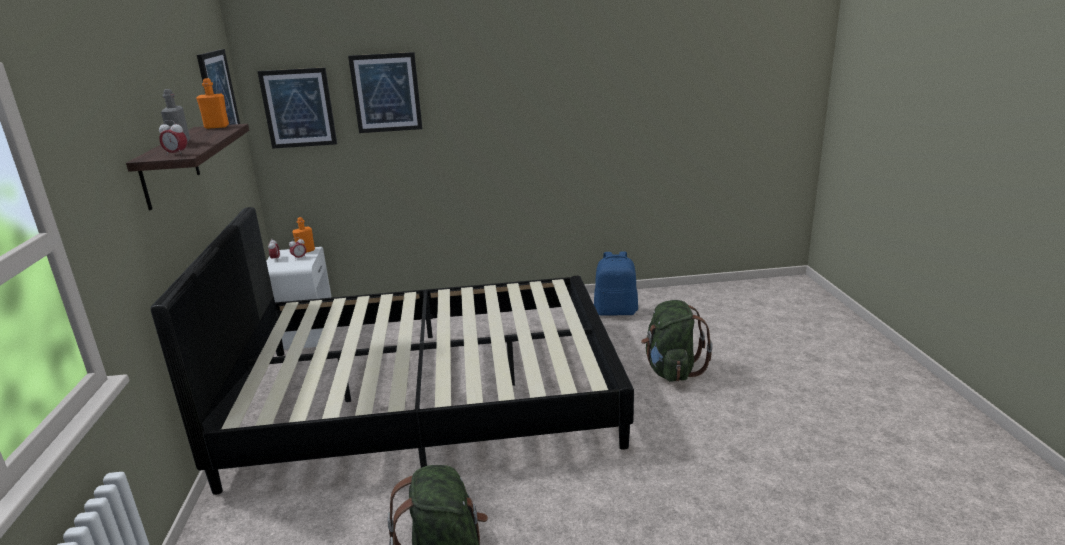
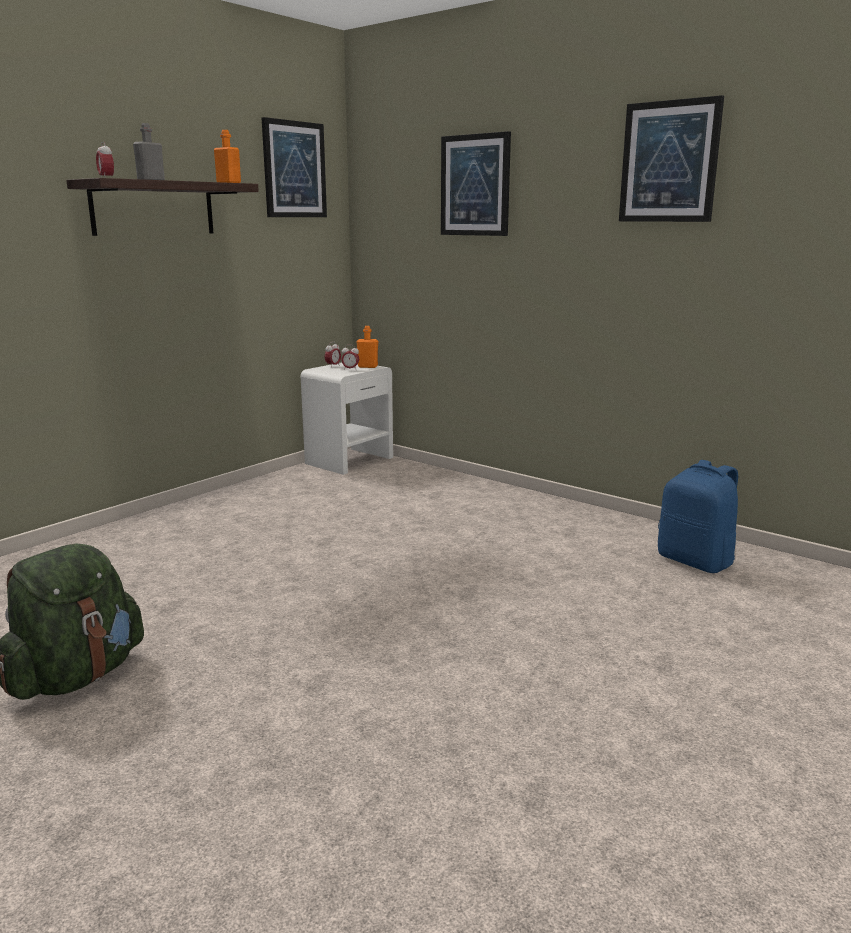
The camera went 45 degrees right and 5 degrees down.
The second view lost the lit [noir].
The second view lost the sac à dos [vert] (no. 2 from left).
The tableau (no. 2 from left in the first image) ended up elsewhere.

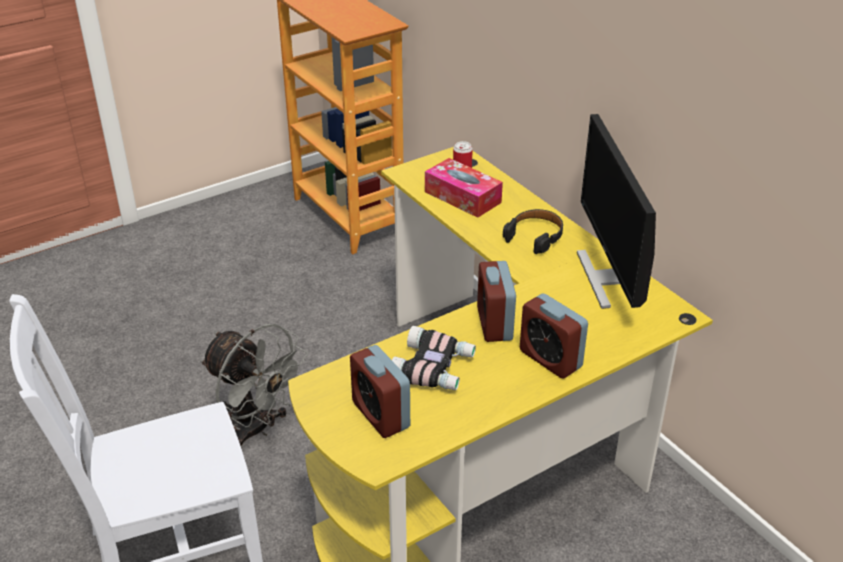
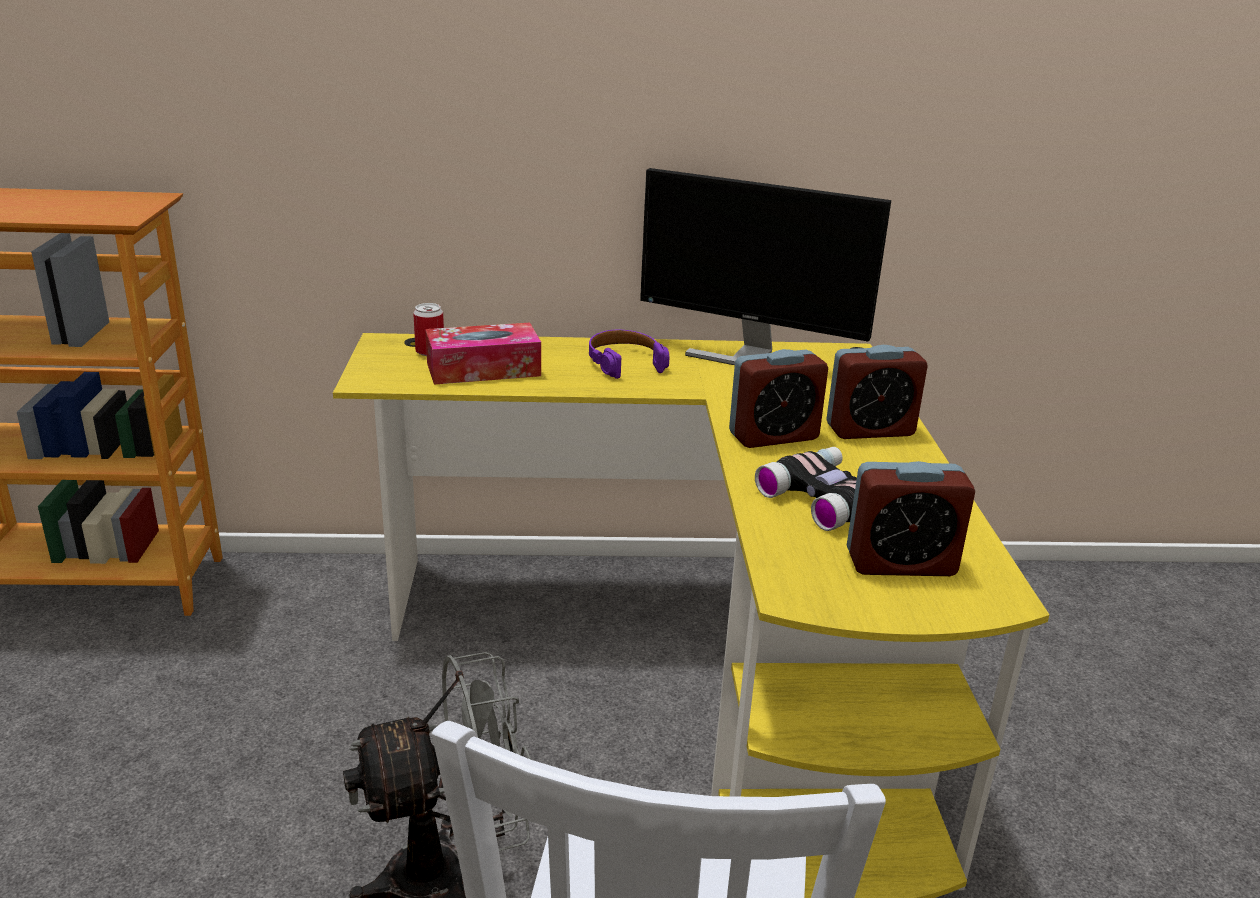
The camera went 60 degrees left and 10 degrees down.
What was the casque audio [noir] turned into the casque audio [violet].
The réveil (no. 2 from left in the first image) ended up facing another way, 45 degrees counterclockwise from before.

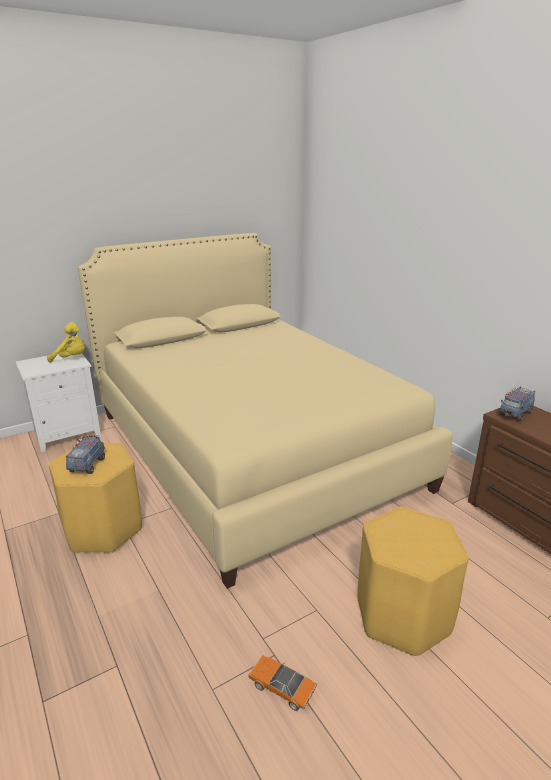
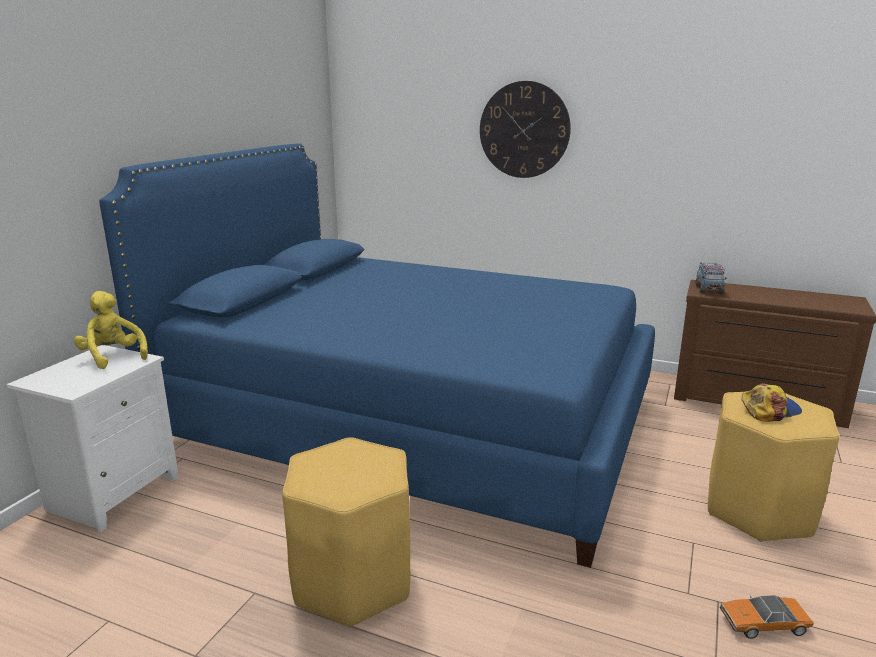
The camera went 35 degrees left and 5 degrees down.
The second view lost the camion jouet (no. 1 from left).
The second view gained the horloge murale.
The second view gained the casquette.
What was the lit [beige] turned into the lit [bleu].
The peluche [jaune] ended up facing another way, 105 degrees counterclockwise from before.

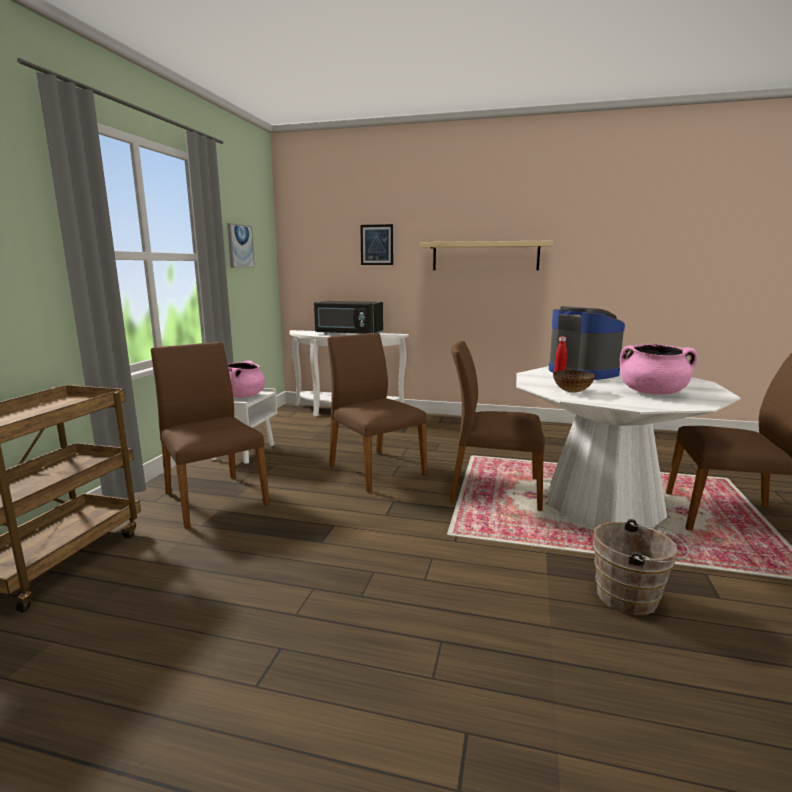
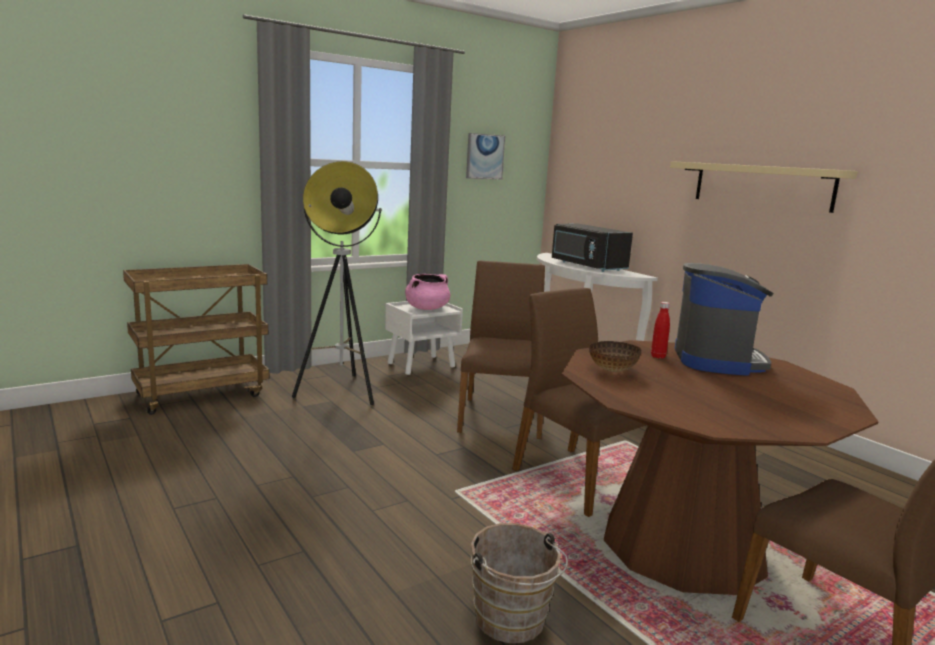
The camera went 40 degrees right and 0 degrees up.
The second view lost the tableau (no. 2 from left).
The second view lost the marmite [rose] (no. 2 from left).
Where the chaise [marron] (no. 1 from left) stood, the lampadaire came to stand.
What was the table à manger [blanc] turned into the table à manger [marron].

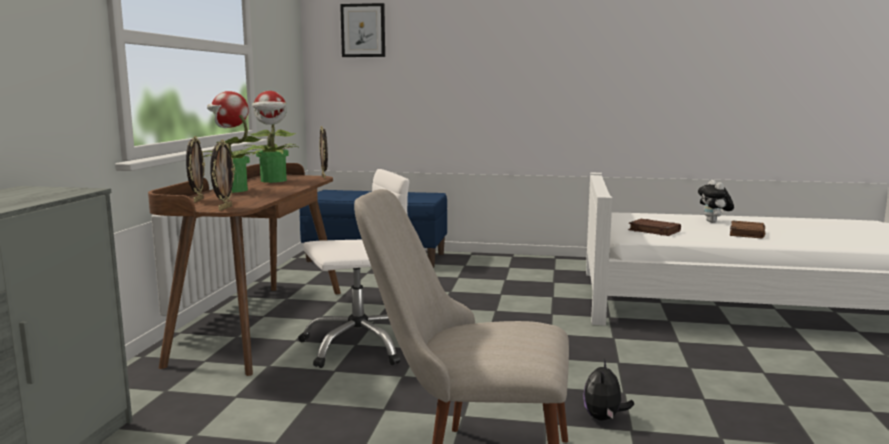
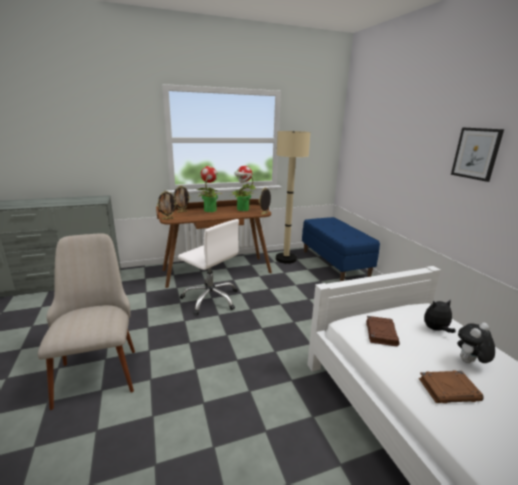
The camera went 60 degrees right and 10 degrees up.
The second view gained the lampadaire [beige].
The tableau ended up elsewhere.
The peluche (no. 1 from left) ended up elsewhere.

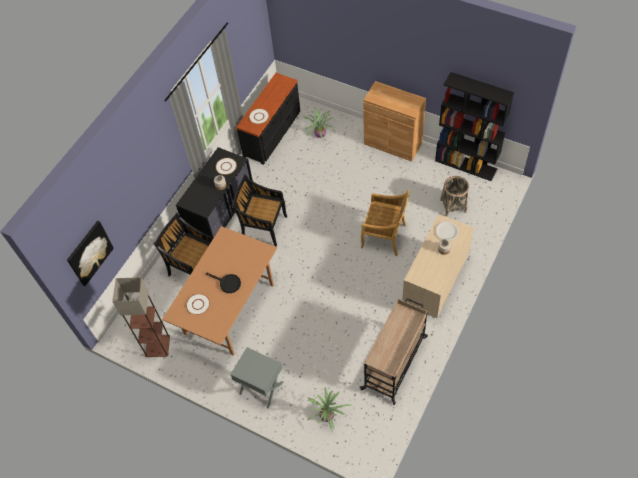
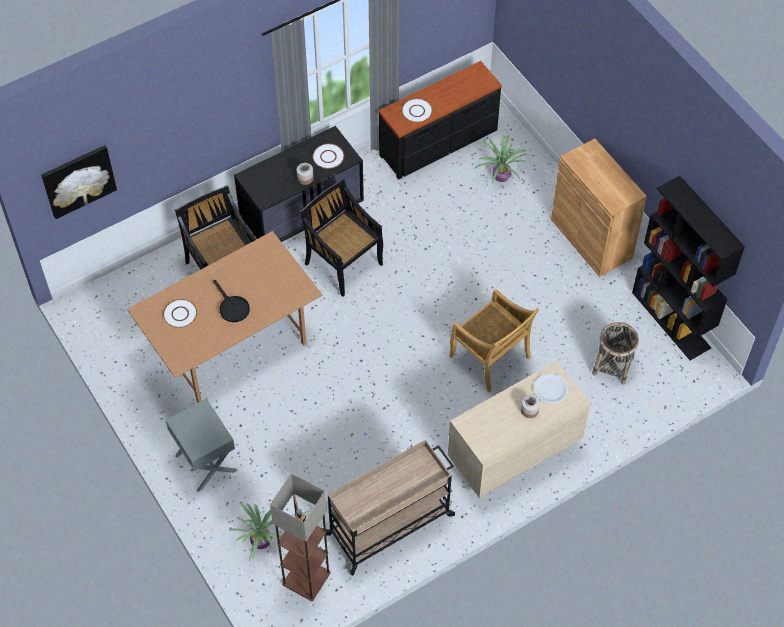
The camera went 25 degrees right and 0 degrees up.
The lampadaire ended up elsewhere.

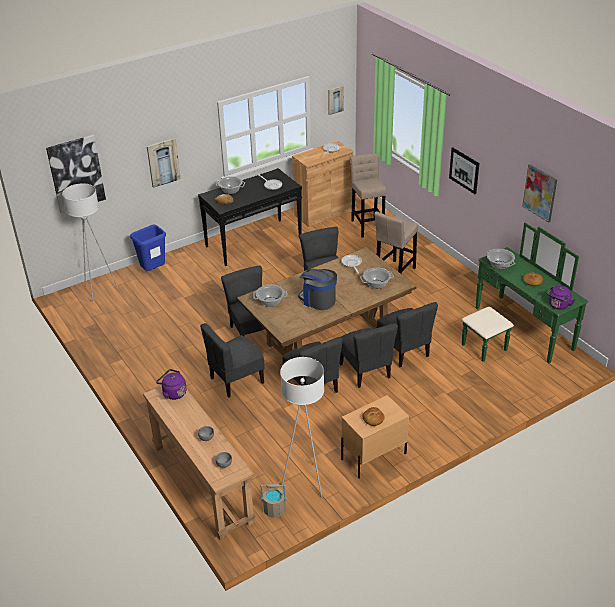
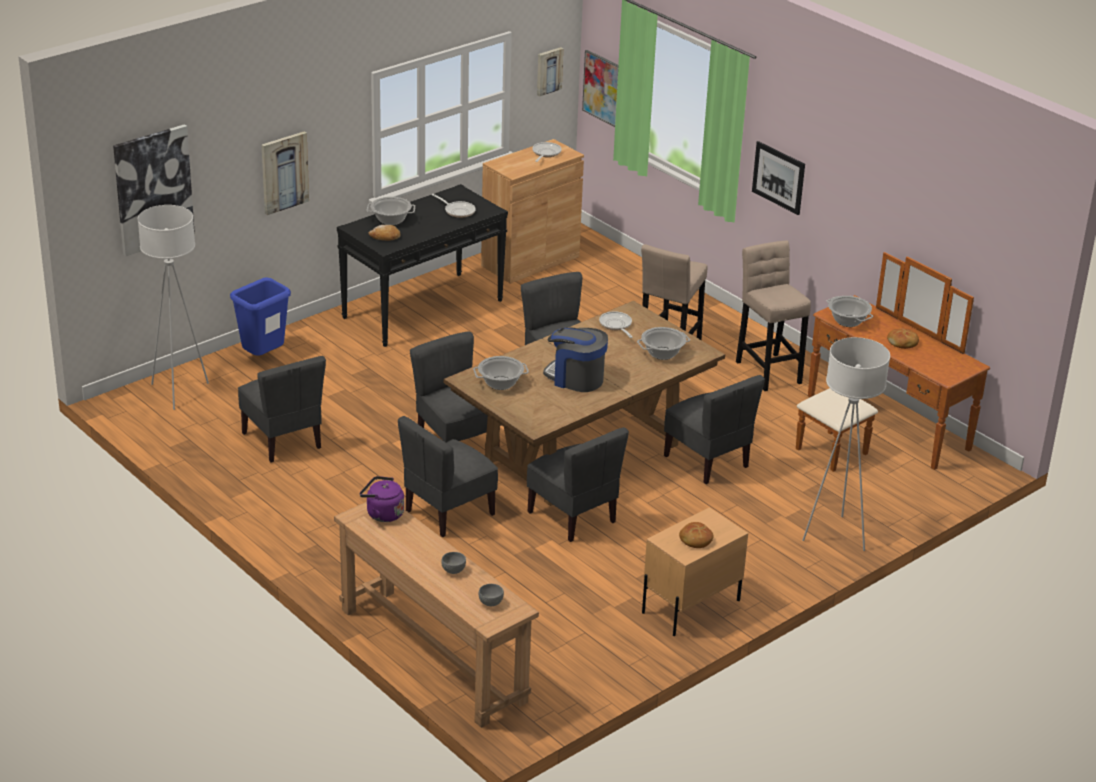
The camera went 10 degrees left and 5 degrees down.
The second view lost the seau [beige].
The second view lost the bouilloire [violet] (no. 2 from left).
The lampadaire [blanc] (no. 2 from left) ended up elsewhere.
The chaise [gris] (no. 5 from left in the first image) ended up elsewhere.
The tabouret [beige] (no. 1 from left in the first image) ended up elsewhere.
The tableau (no. 5 from left in the first image) ended up elsewhere.
What was the commode [vert] turned into the commode [marron].

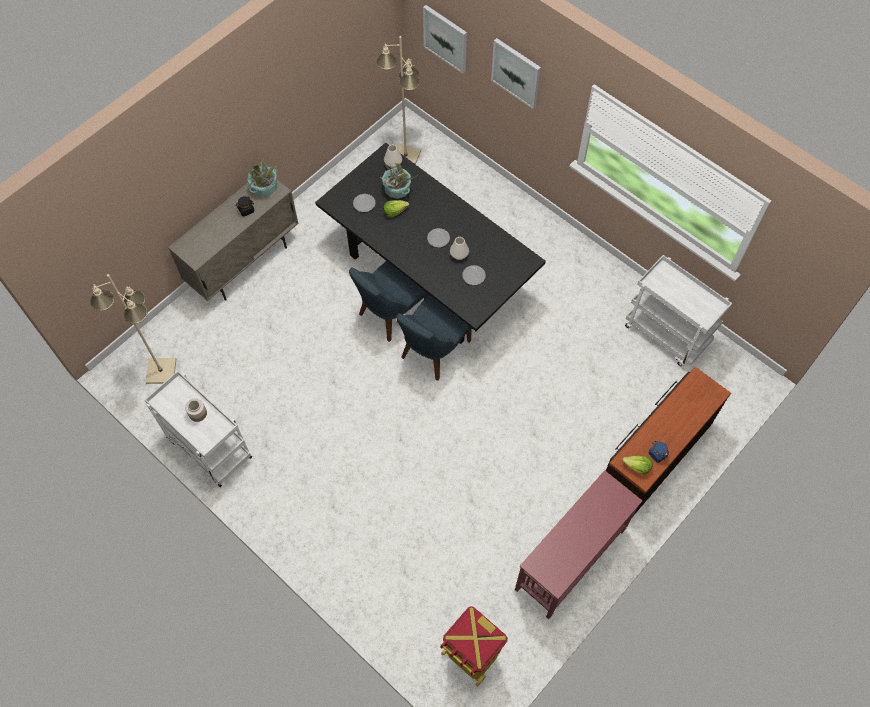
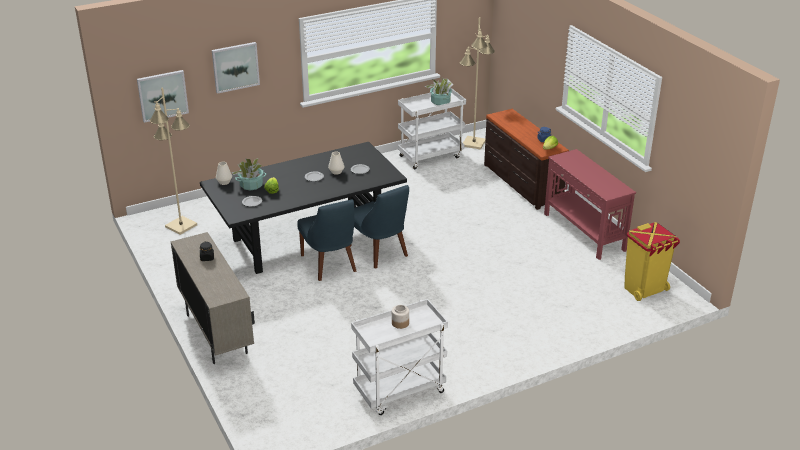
The camera went 70 degrees left and 30 degrees down.
The lampadaire [beige] (no. 1 from left in the first image) ended up elsewhere.
The plante en pot (no. 1 from left in the first image) ended up elsewhere.

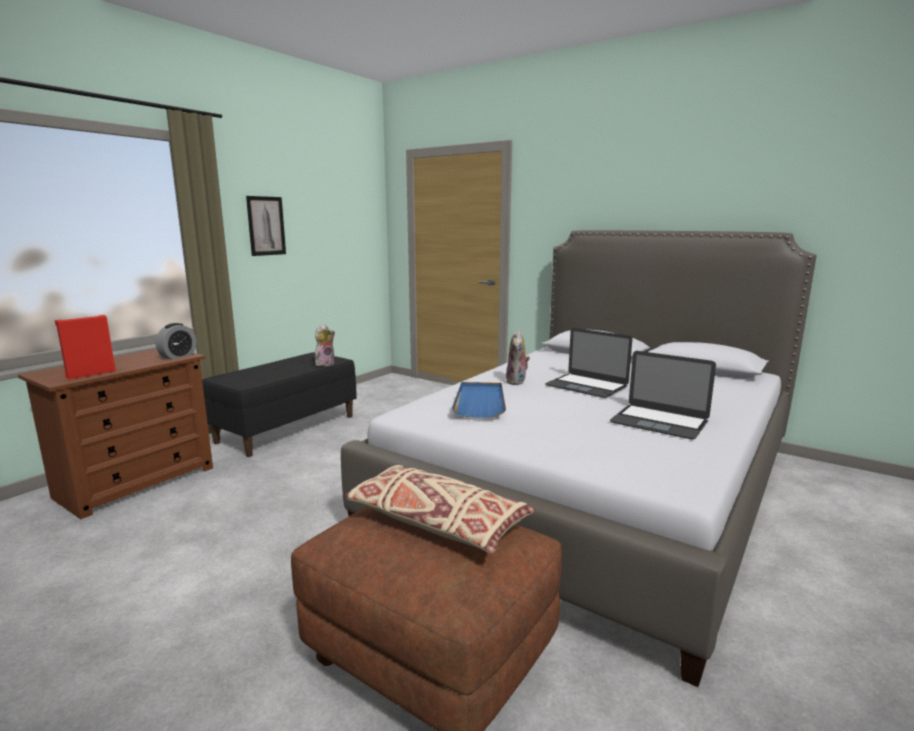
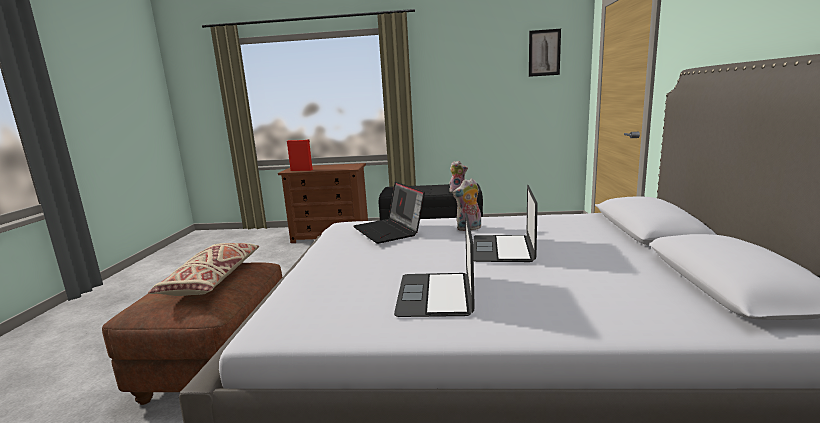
The camera went 60 degrees right and 0 degrees up.
The second view lost the réveil.
The tableau ended up elsewhere.
Where the plateau [bleu] stood, the ordinateur portable (no. 1 from left) came to stand.

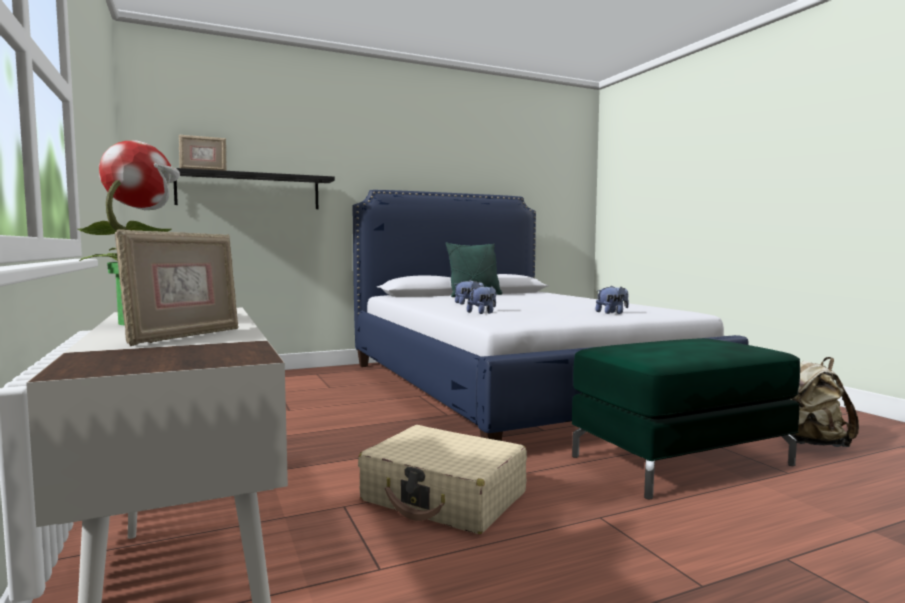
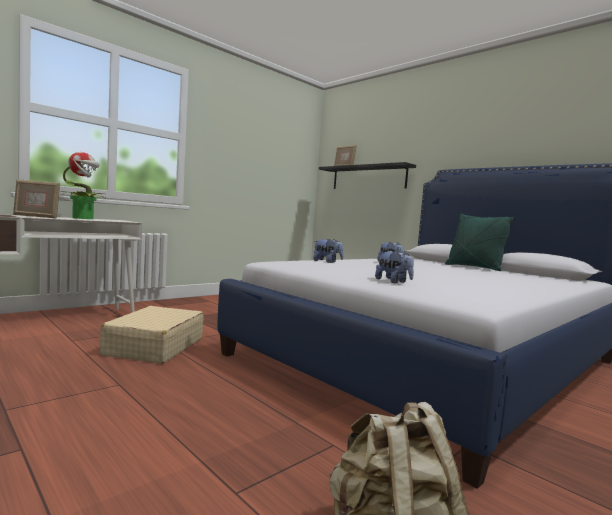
The camera went 70 degrees right and 0 degrees up.
The second view lost the pouf [vert].

